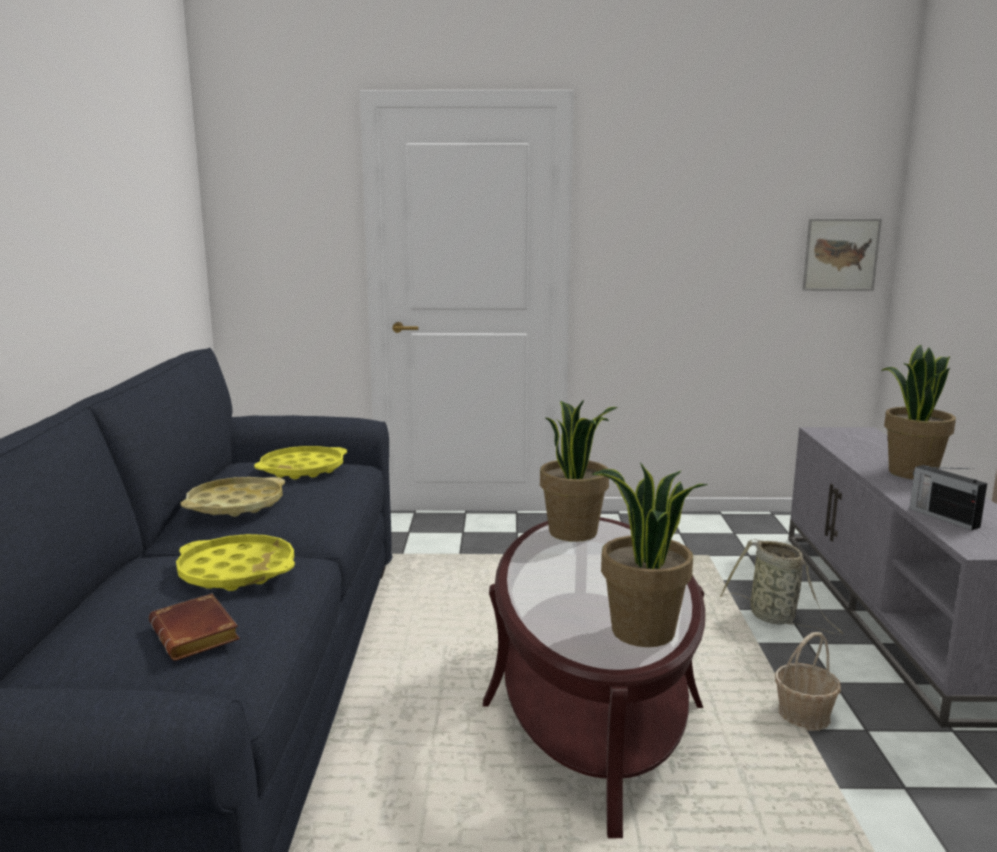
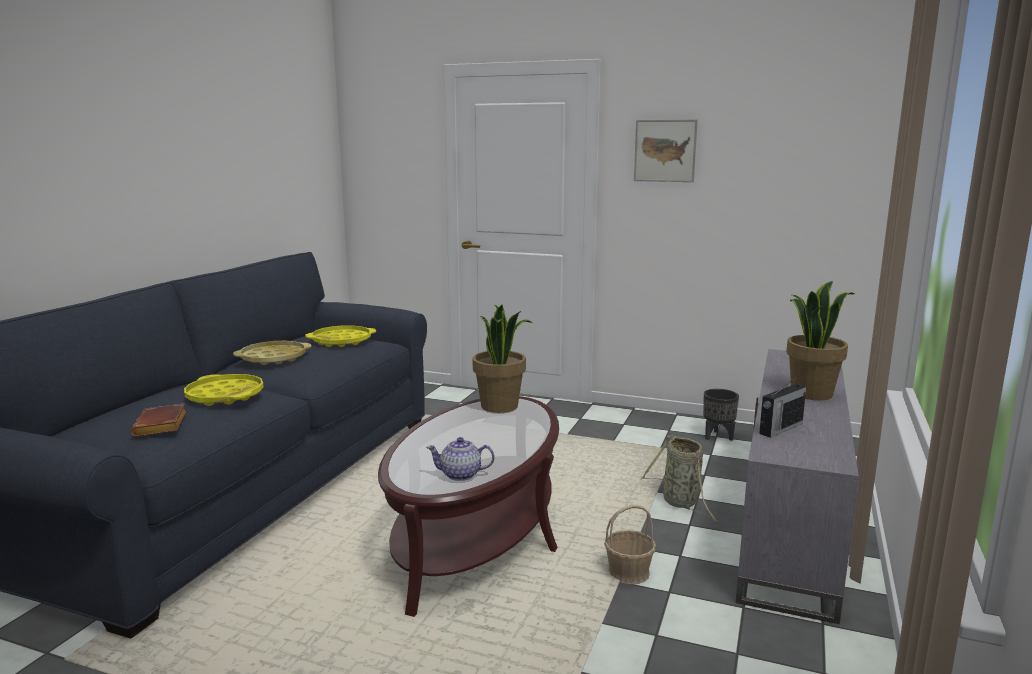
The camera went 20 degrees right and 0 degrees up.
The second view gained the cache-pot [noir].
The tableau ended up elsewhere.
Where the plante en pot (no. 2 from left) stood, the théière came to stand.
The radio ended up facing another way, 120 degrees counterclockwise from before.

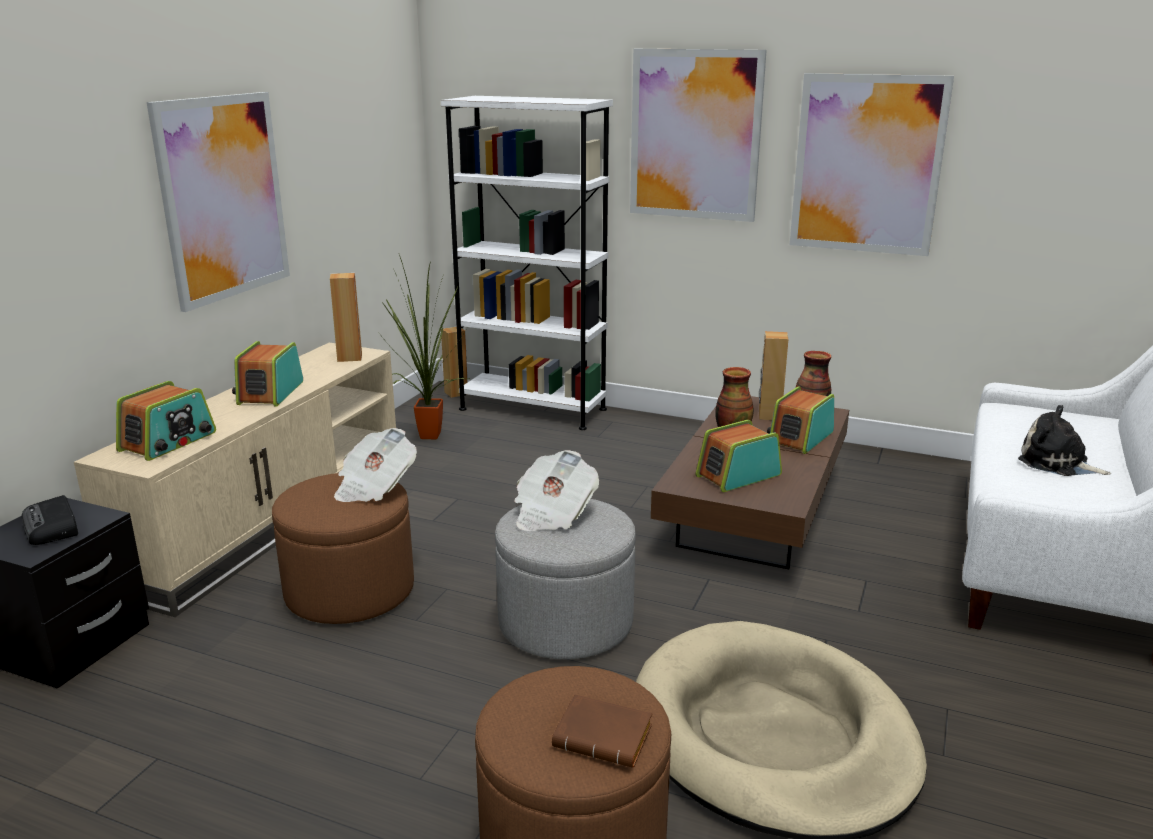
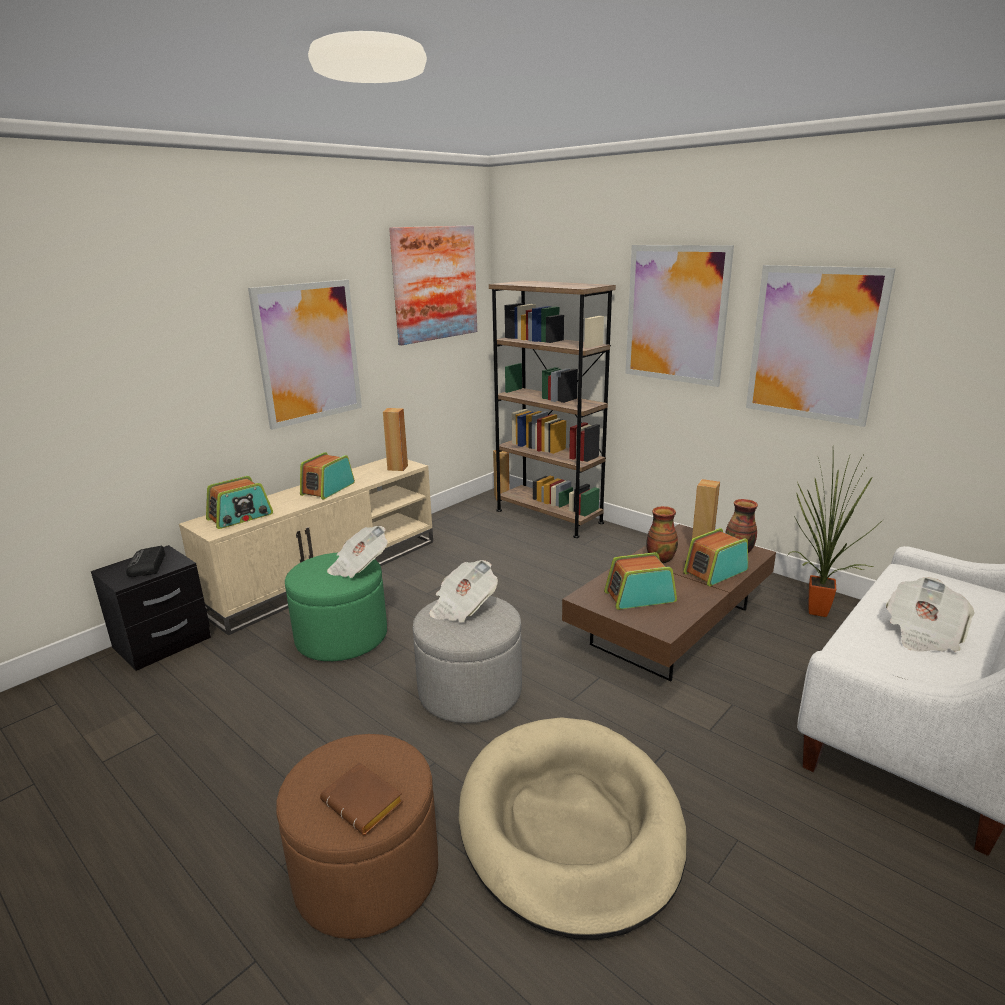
The camera went 20 degrees right and 0 degrees up.
The second view gained the tableau (no. 2 from left).
The plante en pot ended up elsewhere.
Where the peluche stood, the journal (no. 3 from left) came to stand.
What was the pouf [marron] (no. 1 from left) turned into the pouf [vert].
What was the bibliothèque [blanc] turned into the bibliothèque [marron].

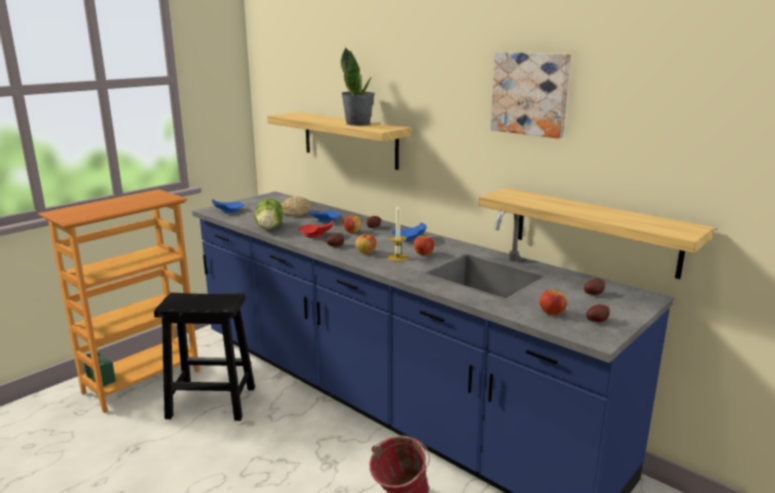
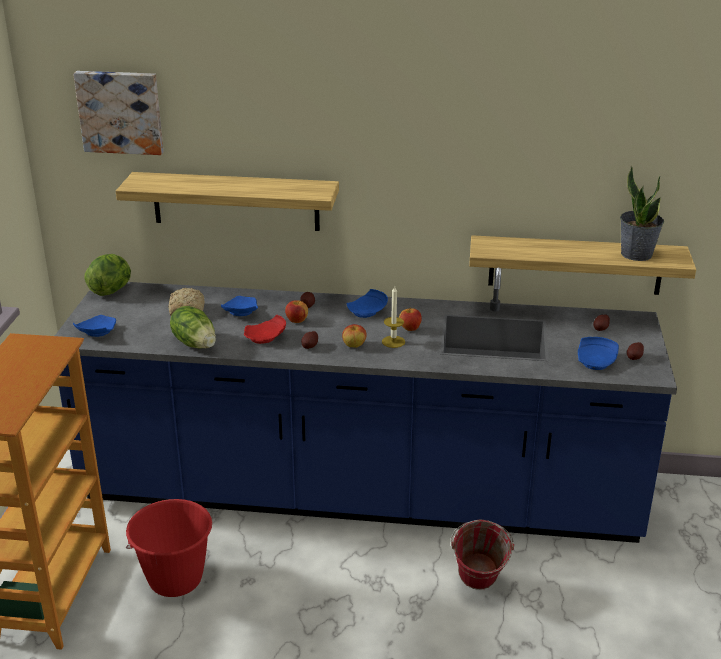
The camera went 35 degrees left and 10 degrees up.
The second view gained the laitue (no. 1 from left).
The plante en pot ended up elsewhere.
The tableau ended up elsewhere.
Where the tabouret [noir] stood, the seau [rouge] (no. 1 from left) came to stand.
Where the pomme (no. 4 from left) stood, the assiette [bleu] (no. 4 from left) came to stand.

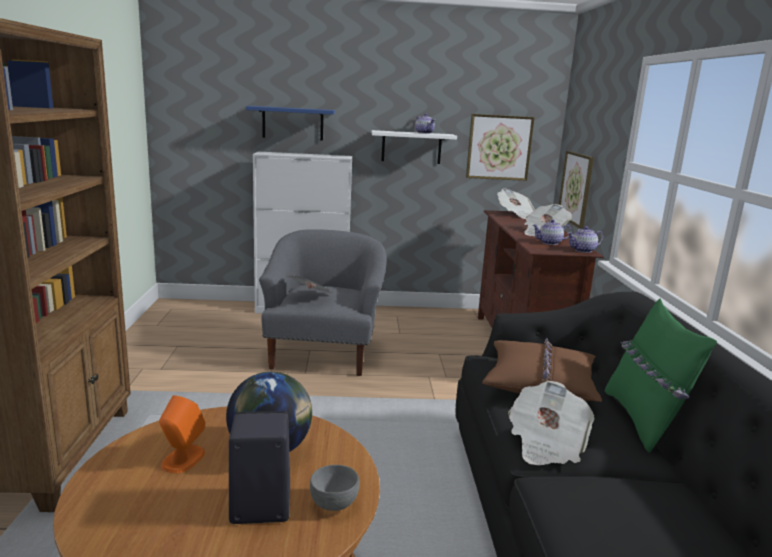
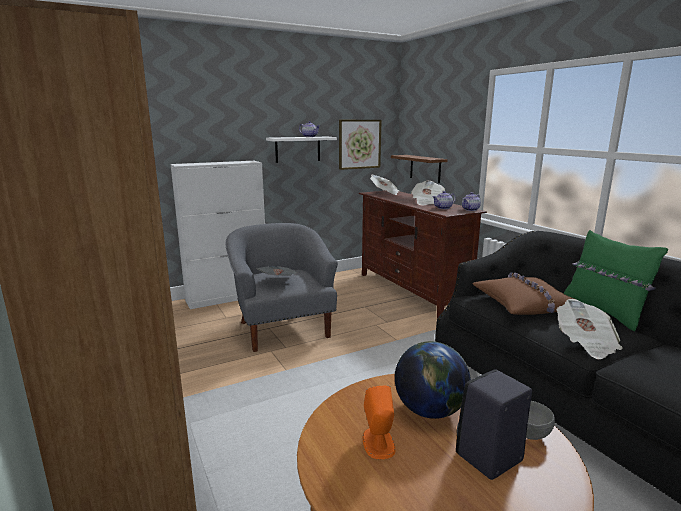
The camera went 25 degrees left and 0 degrees up.
The second view lost the étagère [bleu].
Where the tableau (no. 2 from left) hung, the étagère [marron] came to hang.

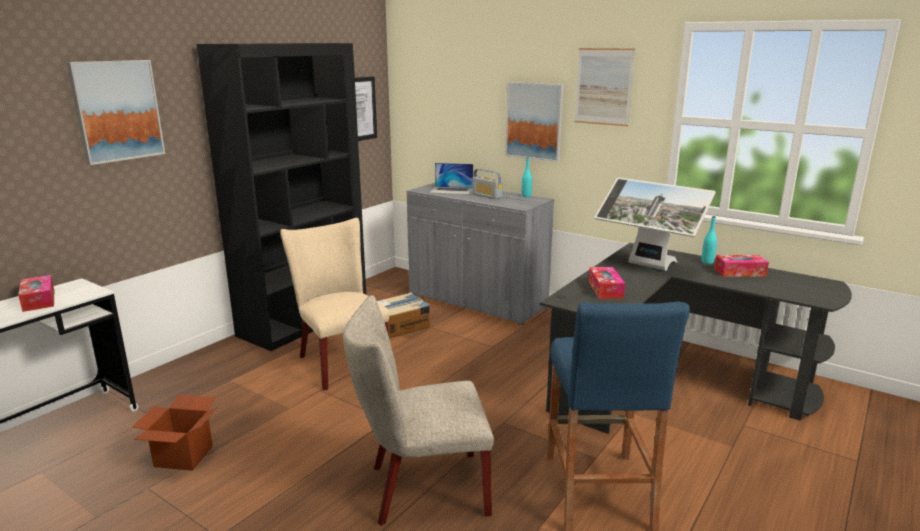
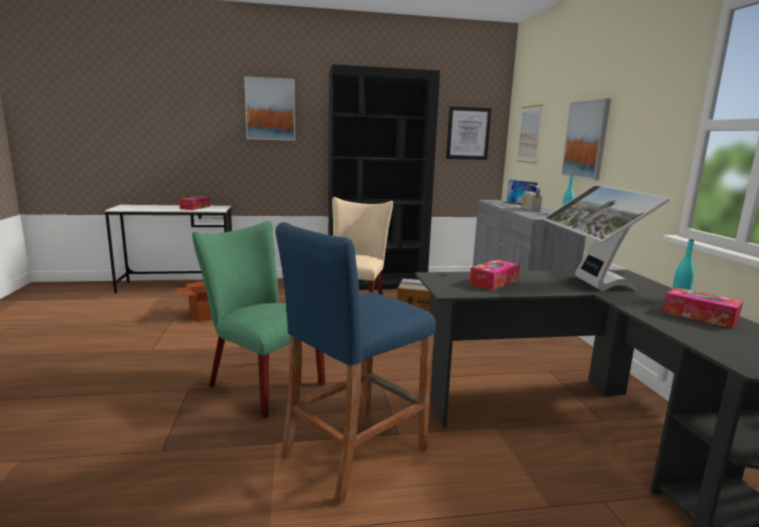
The camera went 45 degrees right and 5 degrees down.
The tableau (no. 4 from left in the first image) ended up elsewhere.
What was the chaise [beige] (no. 2 from left) turned into the chaise [vert].

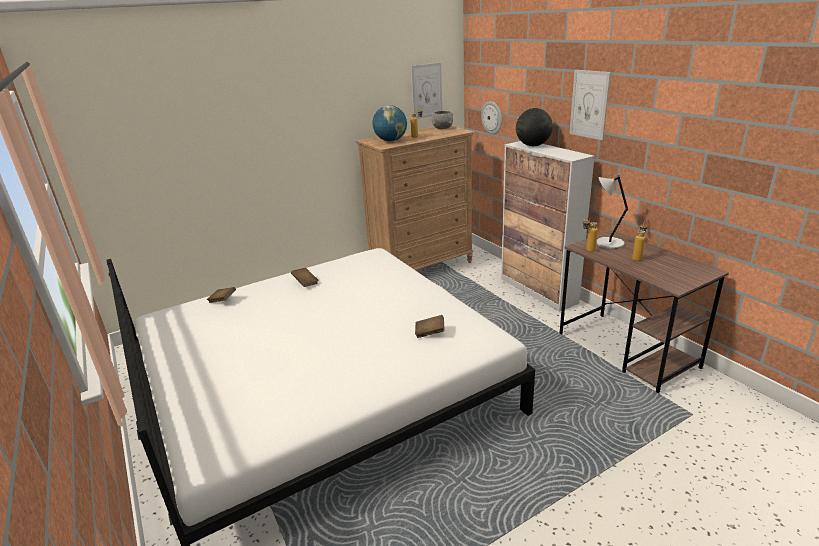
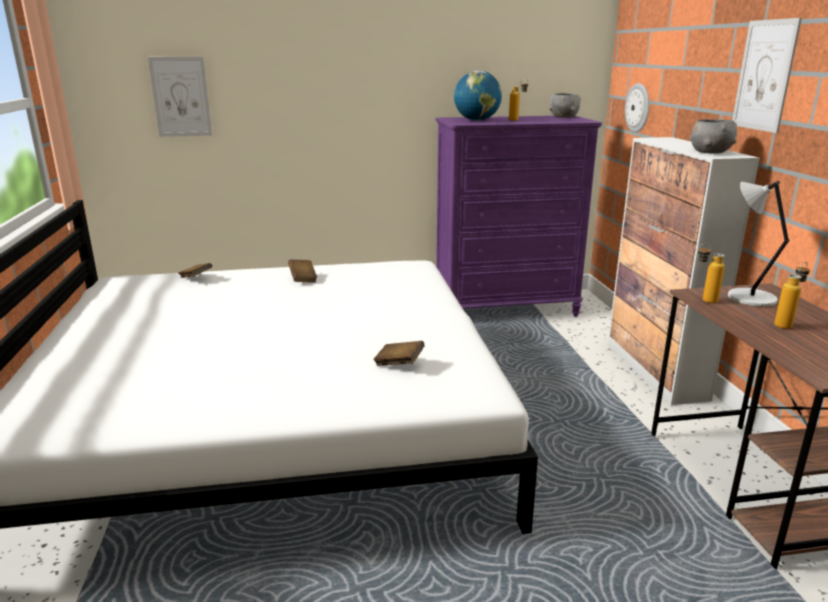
The camera went 20 degrees right and 5 degrees down.
The second view lost the globe (no. 2 from left).
The second view gained the bol [gris] (no. 2 from left).
The tableau (no. 1 from left) ended up elsewhere.
What was the commode [marron] turned into the commode [violet].

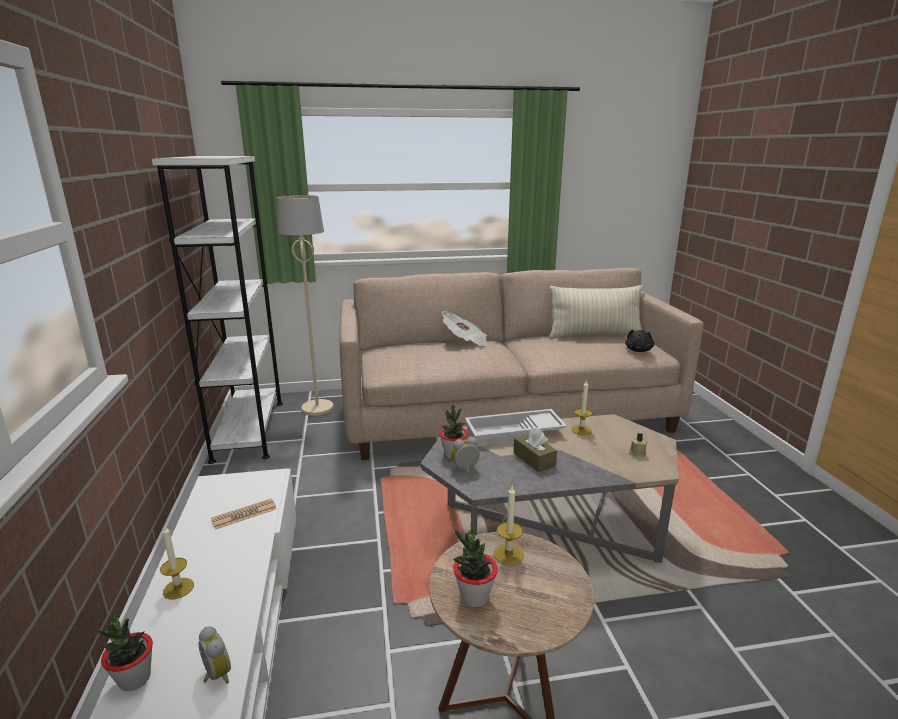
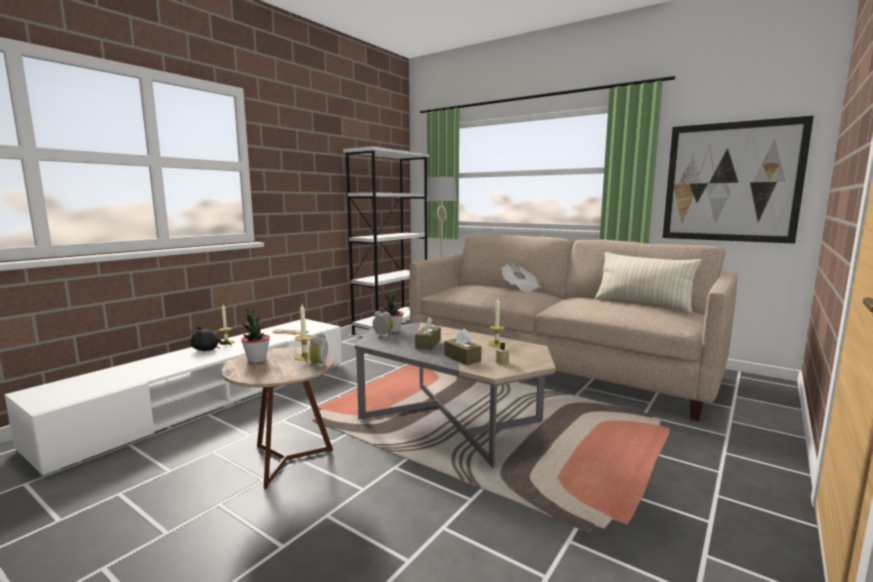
The camera went 45 degrees right and 10 degrees down.
The second view lost the plante en pot (no. 1 from left).
The second view lost the plateau [blanc].
The second view gained the boîte à mouchoirs [marron] (no. 2 from left).
The second view gained the tableau.
The réveil (no. 1 from left) ended up elsewhere.
The peluche [noir] ended up elsewhere.

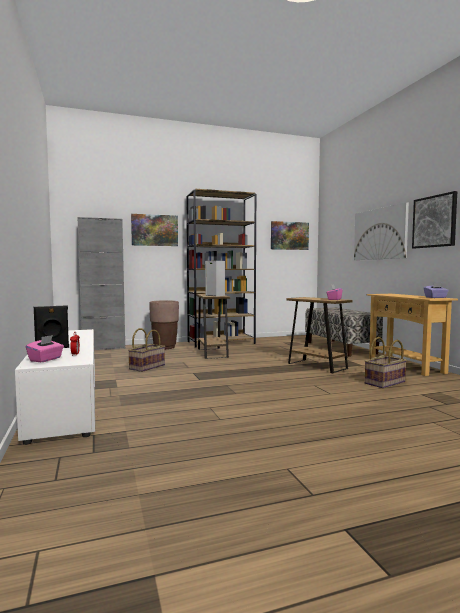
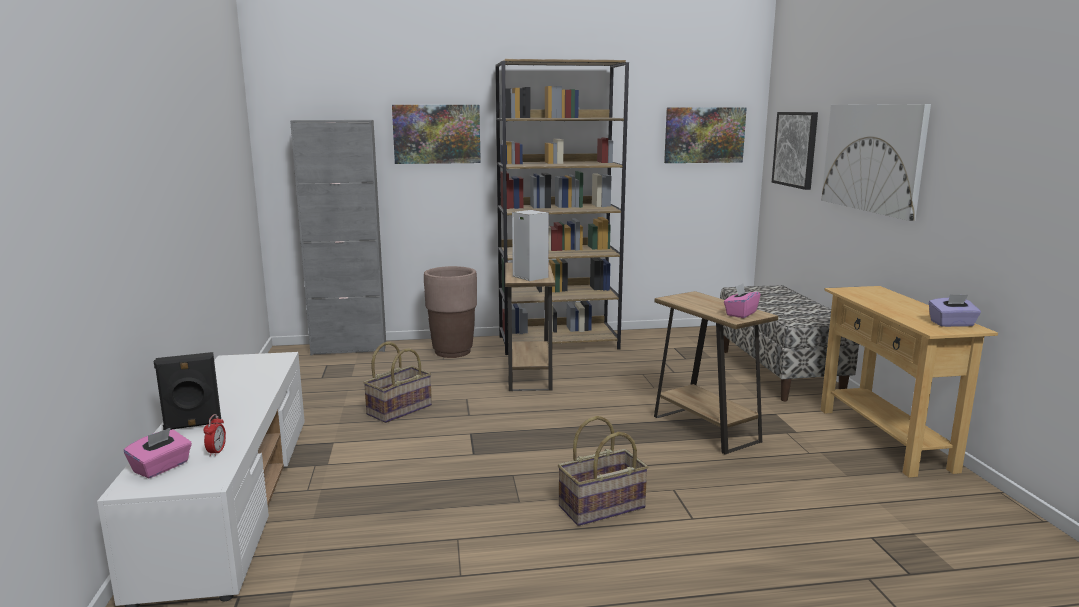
The camera went 10 degrees right and 10 degrees up.
The panier (no. 2 from left) ended up elsewhere.
The tableau (no. 4 from left in the first image) ended up elsewhere.

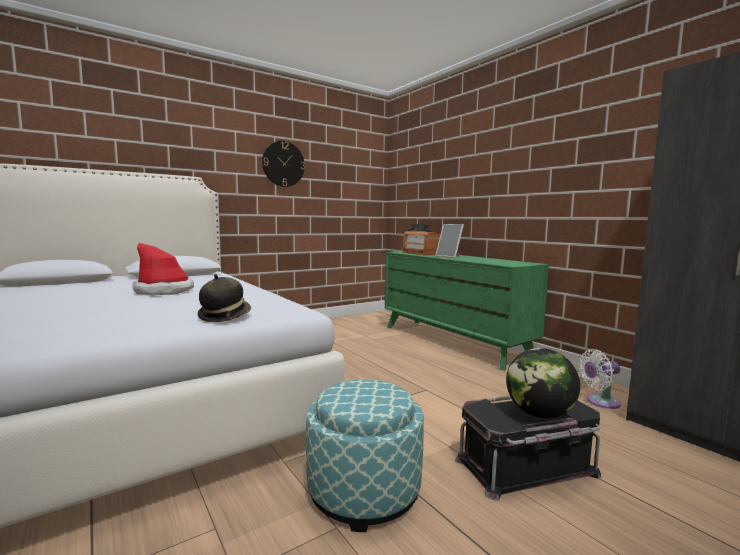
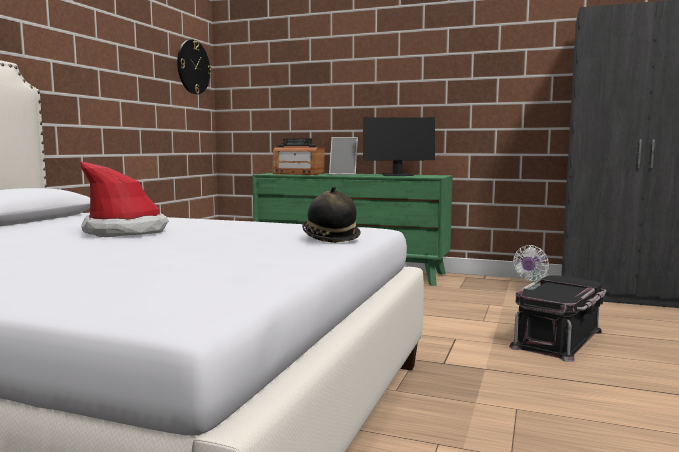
The camera went 35 degrees left and 0 degrees up.
The second view lost the pouf.
The second view lost the globe.
The second view gained the écran d'ordinateur.
The horloge murale ended up elsewhere.

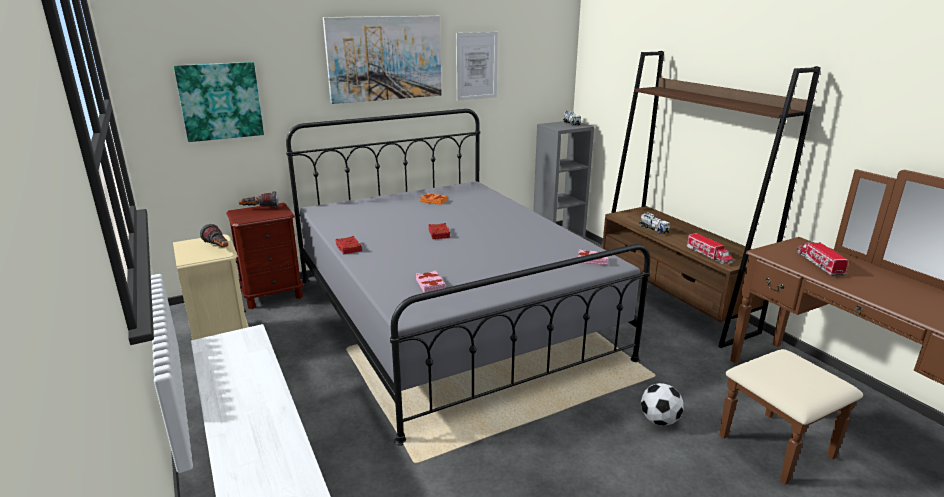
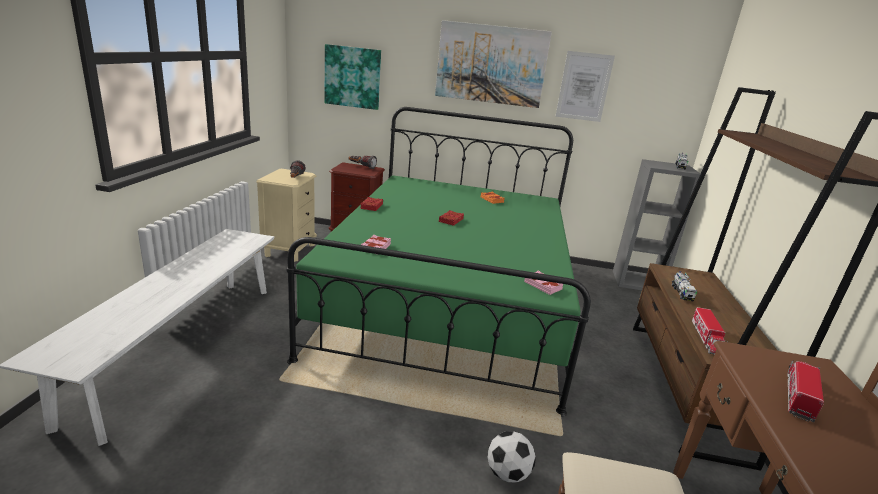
The camera went 35 degrees right and 0 degrees up.
What was the lit [gris] turned into the lit [vert].

